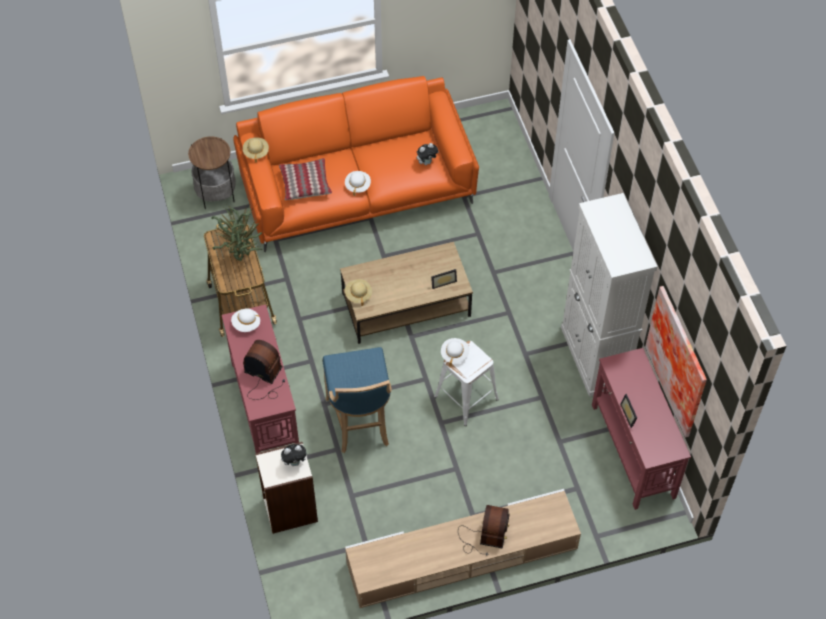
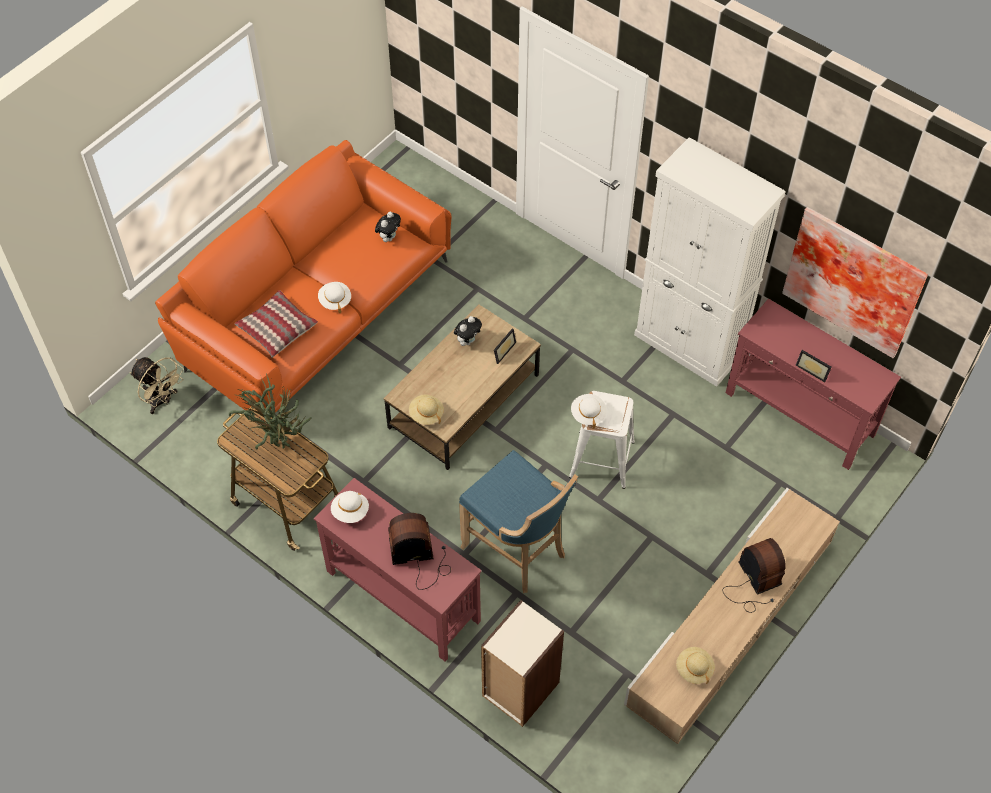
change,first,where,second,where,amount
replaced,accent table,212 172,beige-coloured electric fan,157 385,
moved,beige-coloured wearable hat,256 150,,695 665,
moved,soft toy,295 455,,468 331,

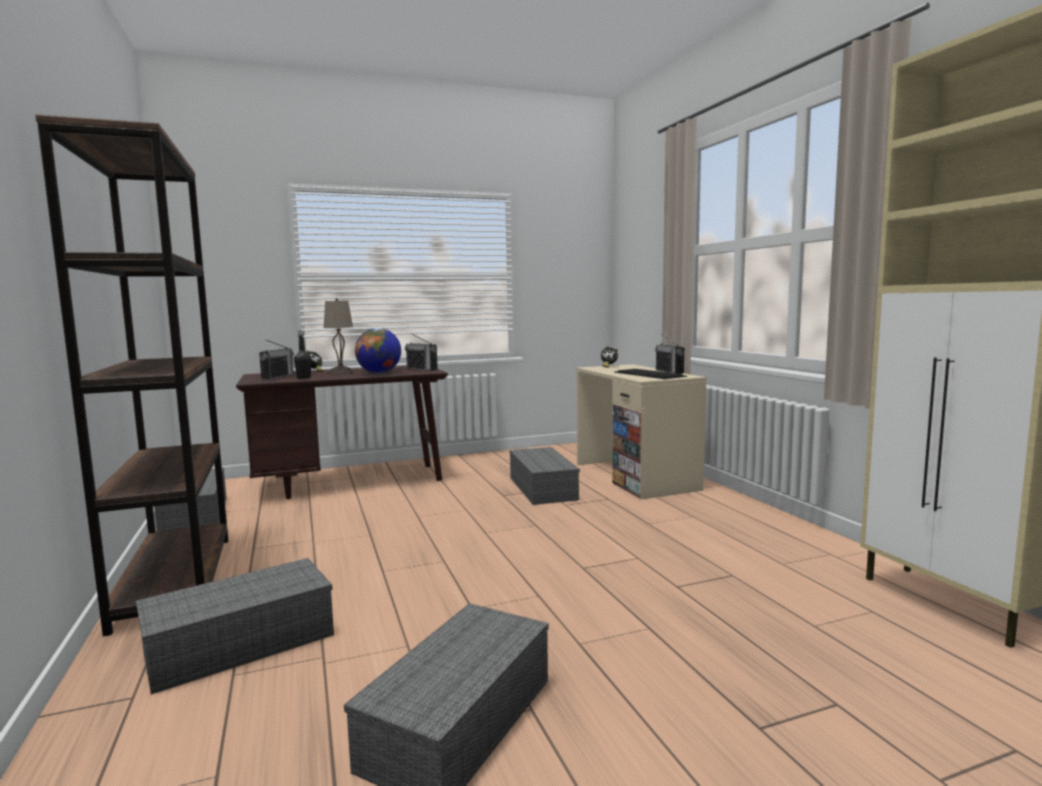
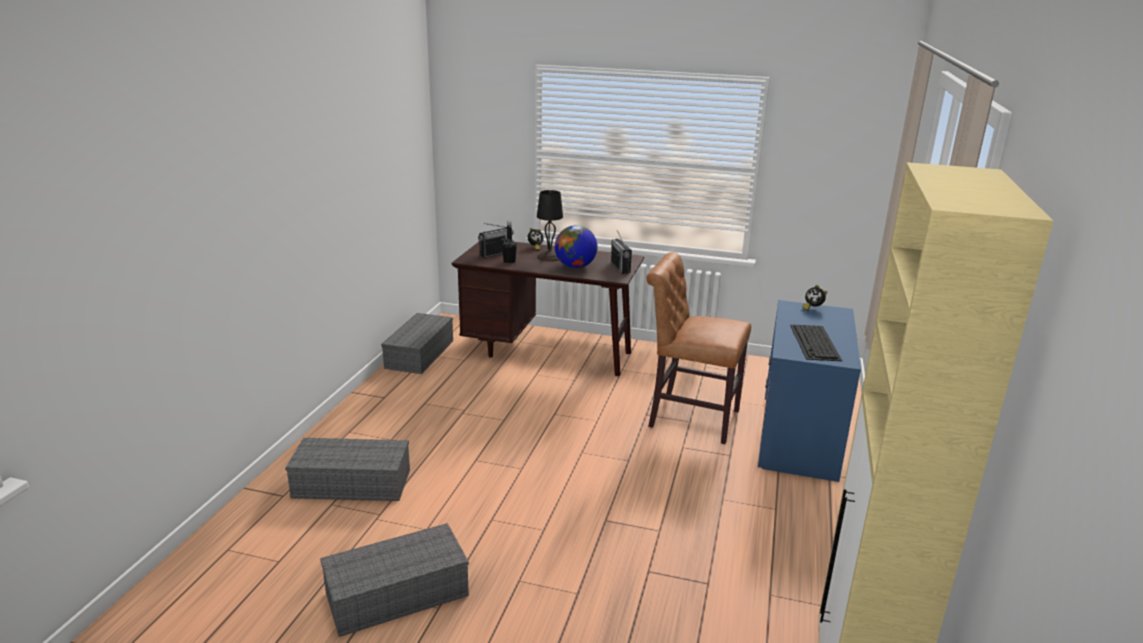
change,first,where,second,where,amount
removed,brown bookshelf,131 375,,,
recoloured,beige-coloured table lamp,339 336,black table lamp,550 226,
replaced,grey storage box,545 476,brown chair,698 348,
recoloured,beige-coloured desk table,641 431,blue desk table,809 391,
removed,radio set,669 354,,,

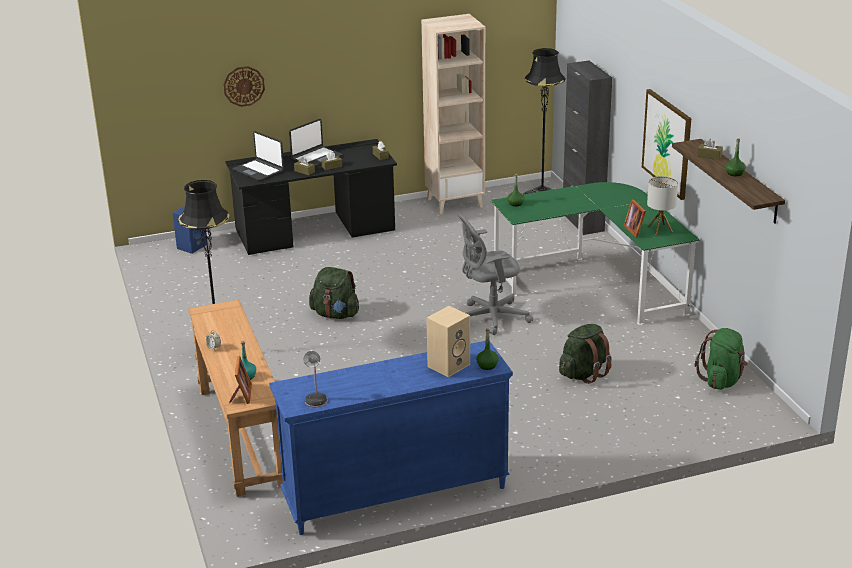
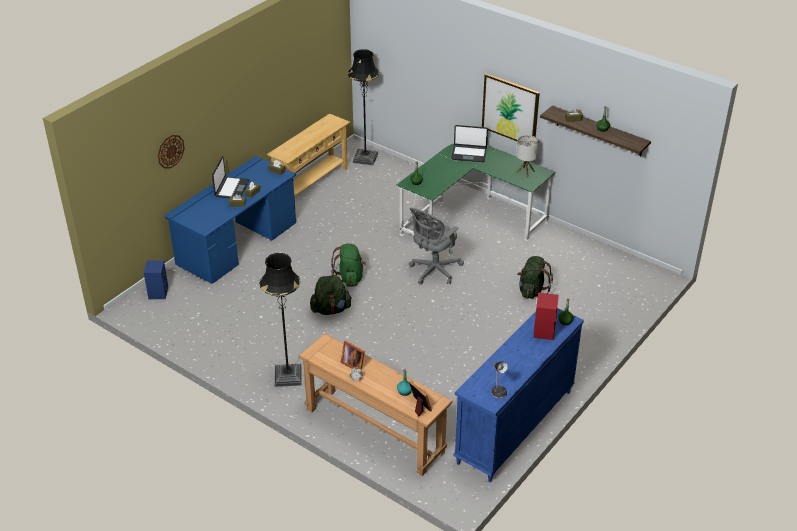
change,first,where,second,where,amount
recoloured,black desk table,311 197,blue desk table,230 220,
moved,notebook computer,258 156,,469 143,
replaced,beige-coloured bookshelf,453 114,beige-coloured console table,308 155,
recoloured,beige-coloured audio speaker,448 341,reddish audio speaker,546 316,
removed,black storage cabinet,587 147,,,
moved,standing frame,635 219,,353 355,
moved,green-coloured rucksack,721 359,,348 265,

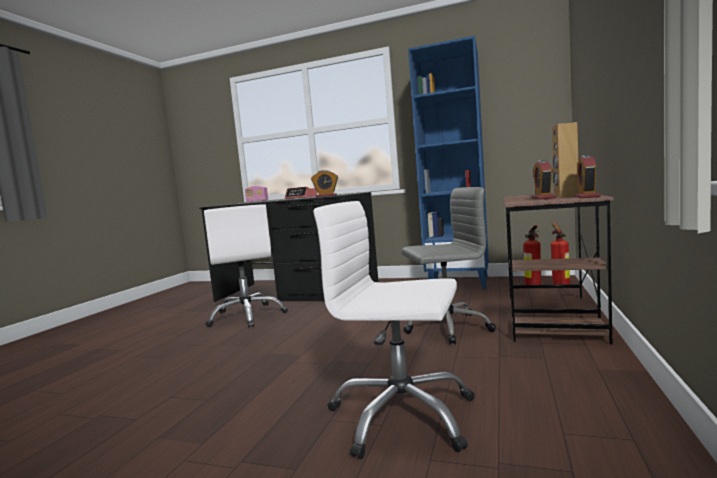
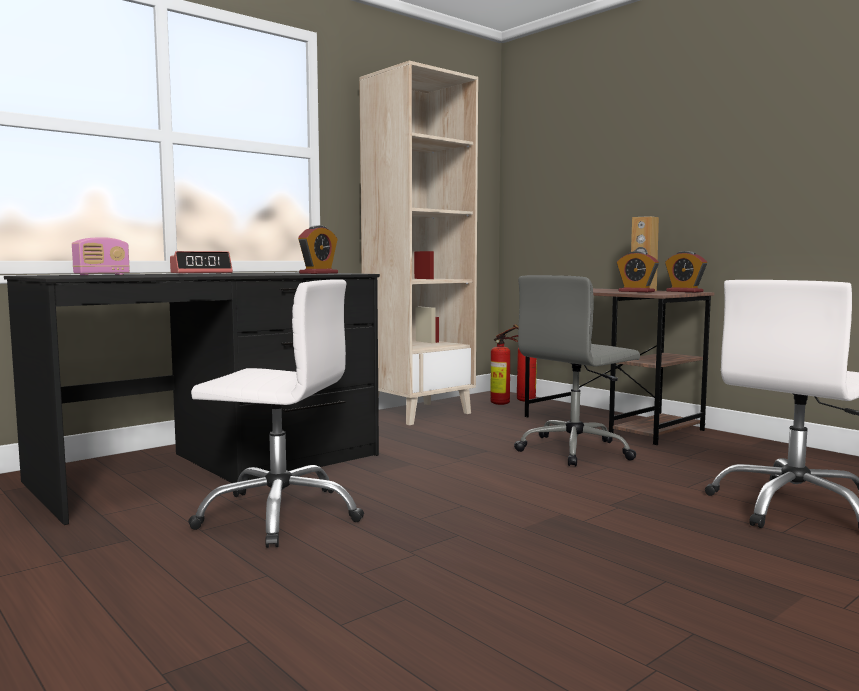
change,first,where,second,where,amount
turned,grey office chair,449 265,,577 370,150 degrees counterclockwise
recoloured,blue bookshelf,448 162,beige-coloured bookshelf,418 243,

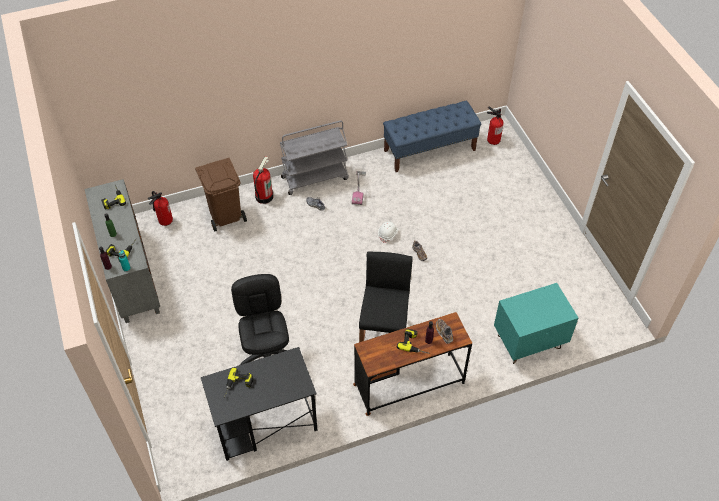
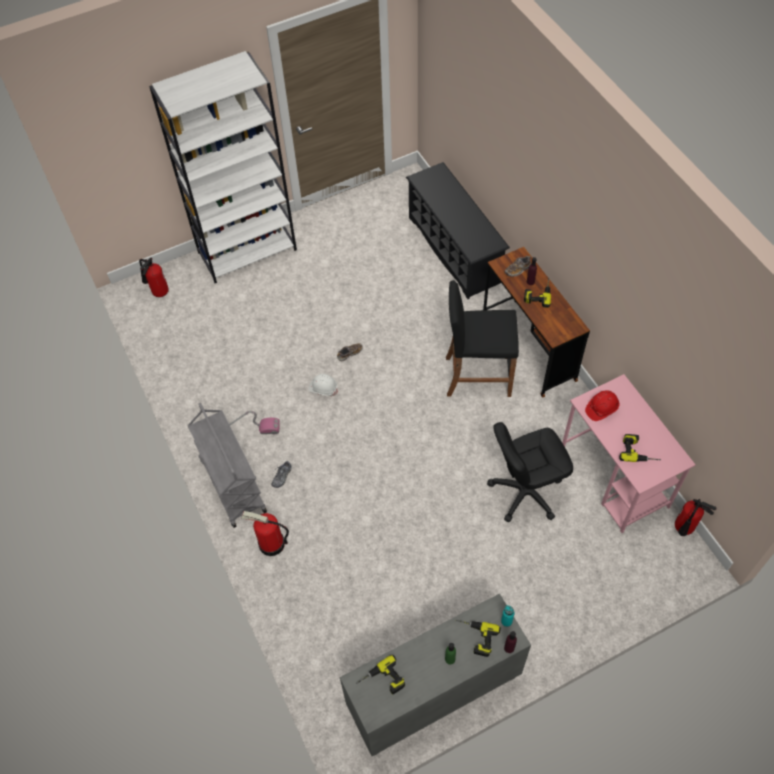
change,first,where,second,where,amount
moved,fire-fighting cylinder,160 208,,696 517,
removed,brown rubbish bin,221 194,,,
recoloured,black desk table,259 404,pinkish desk table,629 453,
removed,blue long seat,432 136,,,
replaced,turquoise nightstand,536 323,black shoe stand,458 230,
added,,,white bookshelf,223 167,
added,,,reddish hard hat,602 405,

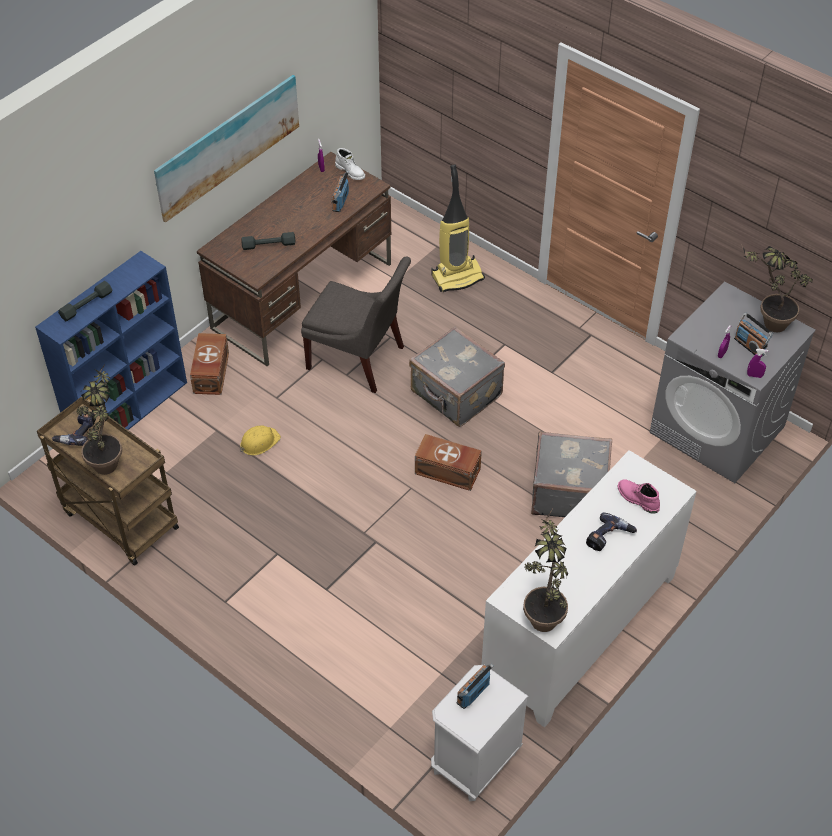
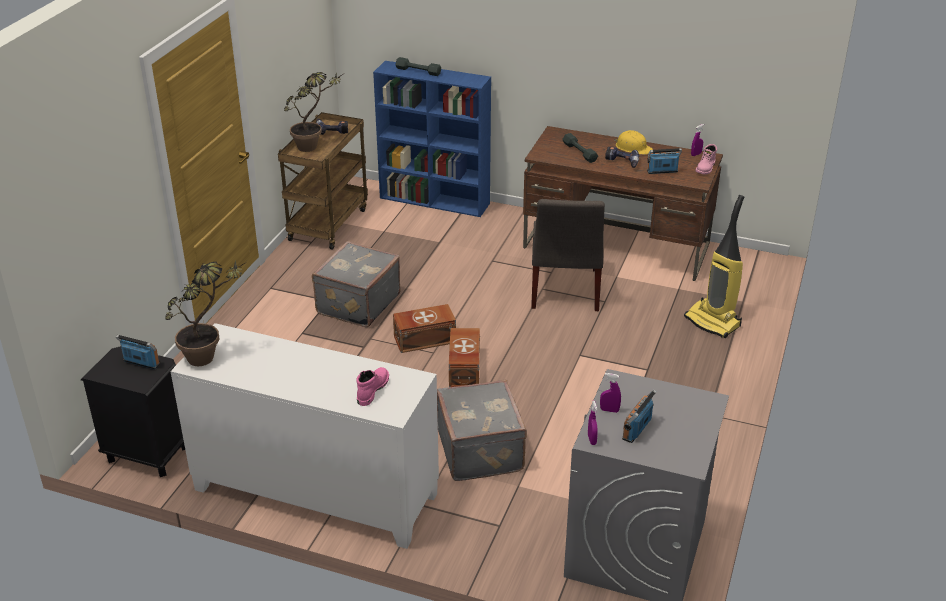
change,first,where,second,where,amount
removed,wall art,226 149,,,
moved,brown storage box,209 364,,424 328,
moved,yellowish hard hat,260 440,,633 142,
recoloured,white high-top boot,350 164,pinkish high-top boot,706 159,
moved,grey piece of luggage,457 377,,356 284,
recoloured,white nightstand,480 733,black nightstand,133 411,
moved,drill,611 531,,622 157,
removed,plant in a pot,777 288,,,

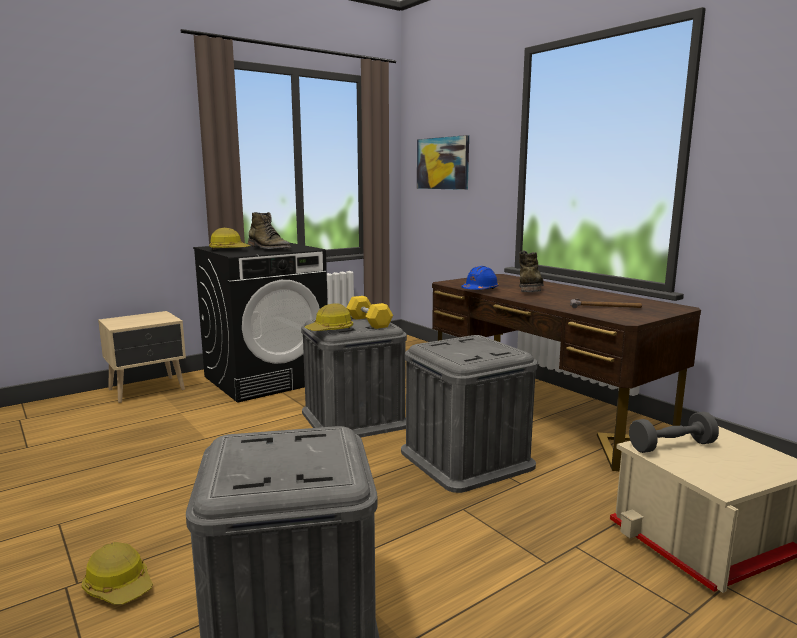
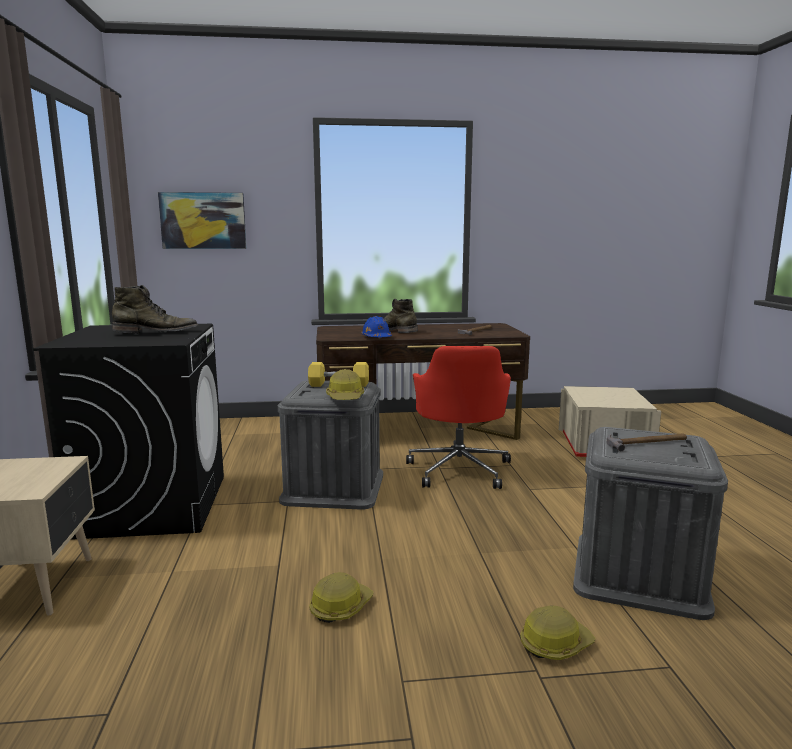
change,first,where,second,where,amount
moved,hard hat,230 239,,341 597,
replaced,grey storage box,469 414,reddish office chair,458 417,
removed,grey free weight,674 432,,,
added,,,tool hammer,647 442,

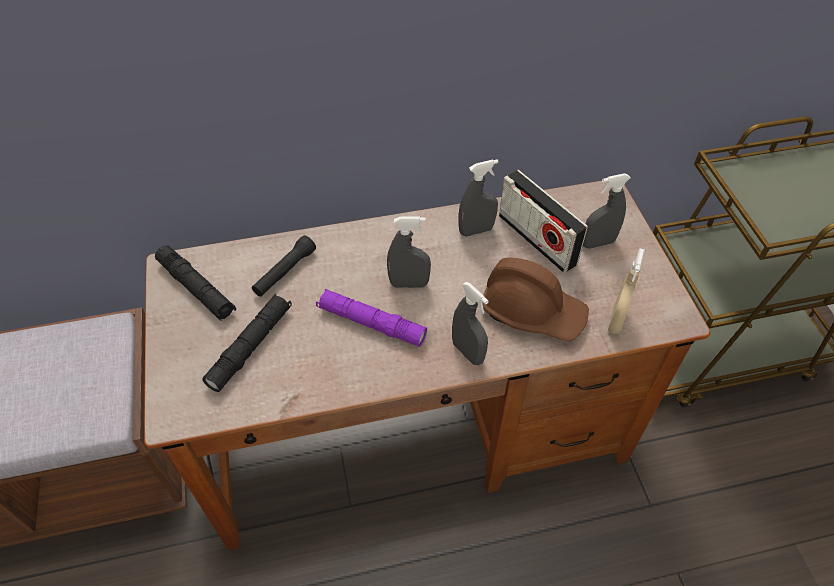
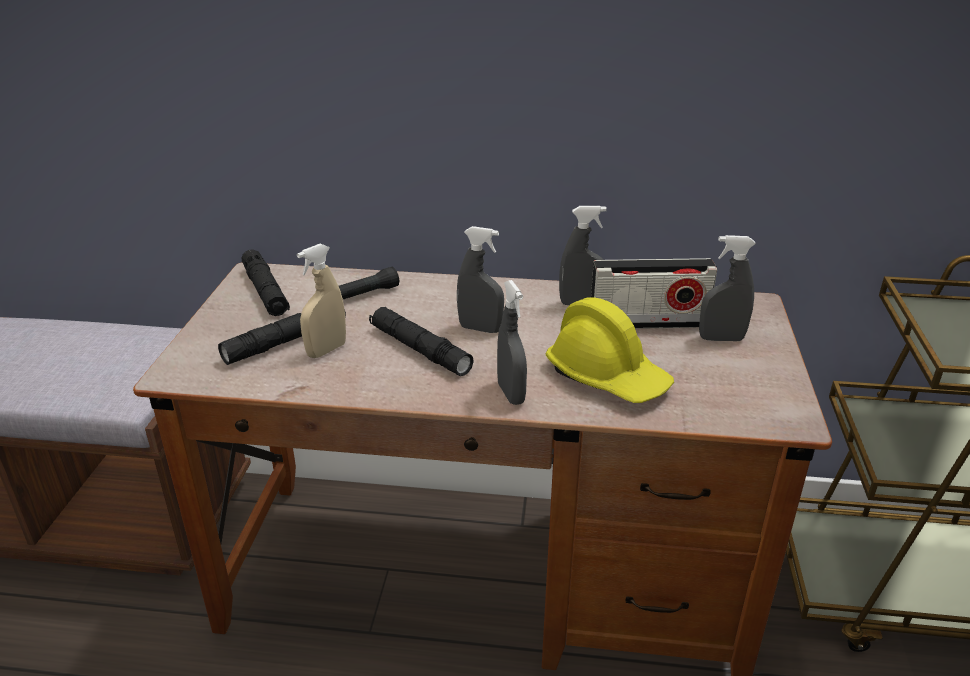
change,first,where,second,where,amount
recoloured,purple-coloured flashlight,371 318,black flashlight,421 341,
recoloured,brown hard hat,535 299,yellowish hard hat,610 350,
turned,radio set,543 221,,654 293,75 degrees counterclockwise
moved,beige-coloured sprayer,626 291,,321 301,

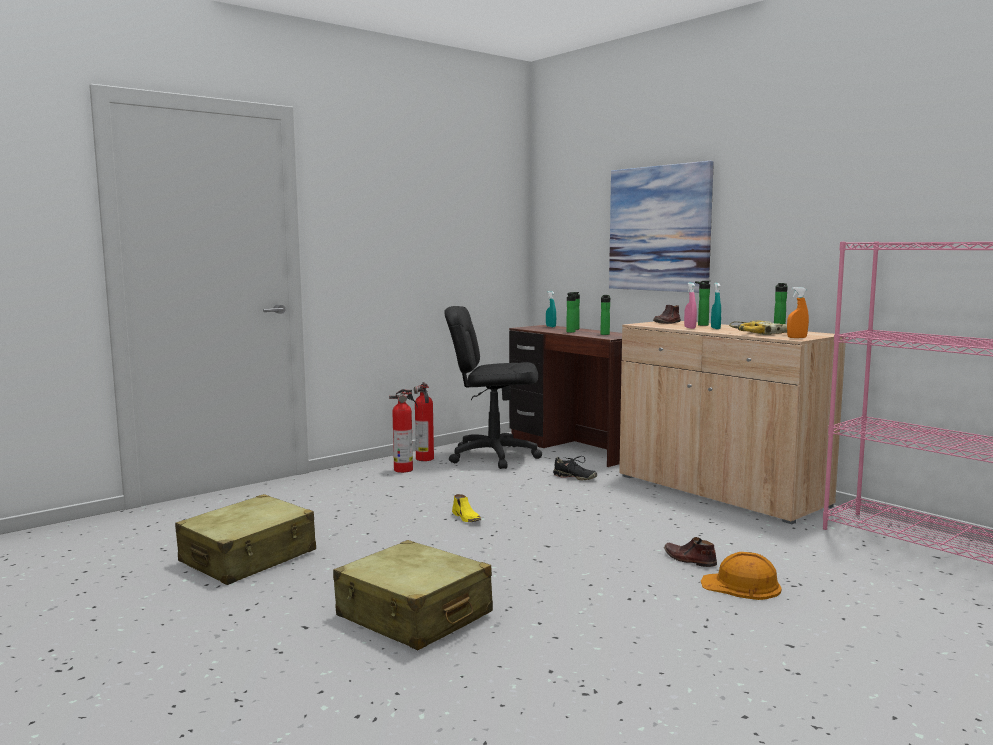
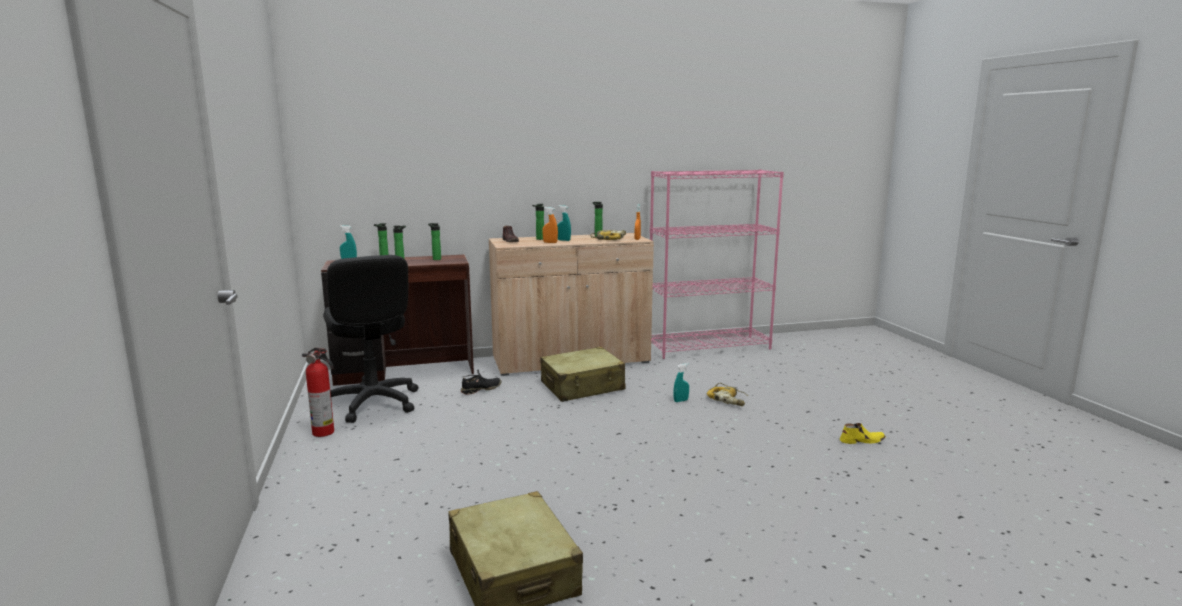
change,first,where,second,where,amount
moved,beige-coloured piece of luggage,413 595,,582 374,
removed,fire-fighting cylinder,403 431,,,
turned,black office chair,493 387,,370 339,60 degrees counterclockwise
moved,yellowish low shoe,466 508,,863 433,
removed,wall art,661 227,,,
replaced,brown low shoe,690 552,turquoise sprayer,681 382,
recoloured,pinkish sprayer,690 306,orangey sprayer,550 225,
replaced,orangey hard hat,741 576,drill,727 394,

